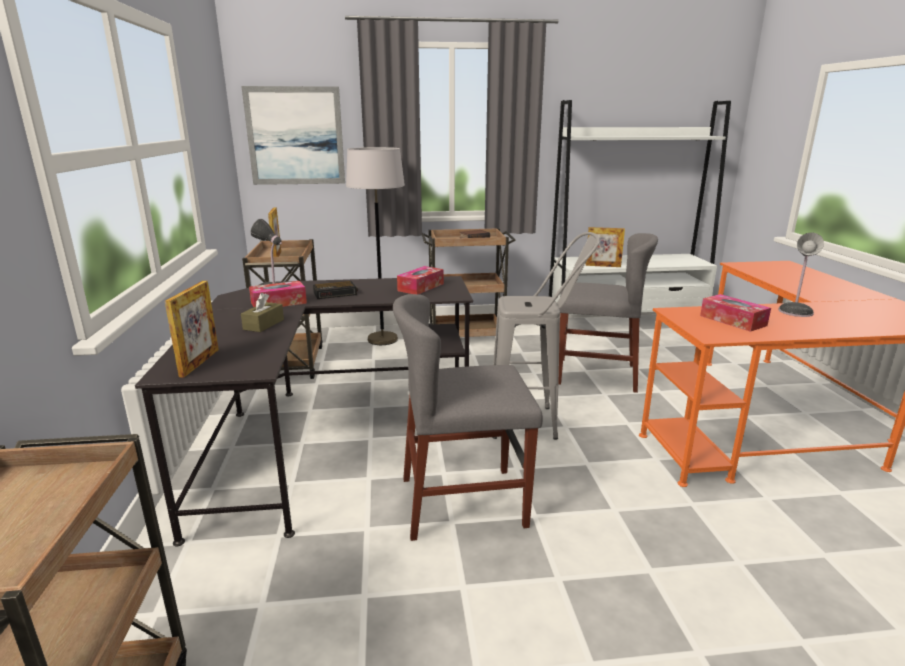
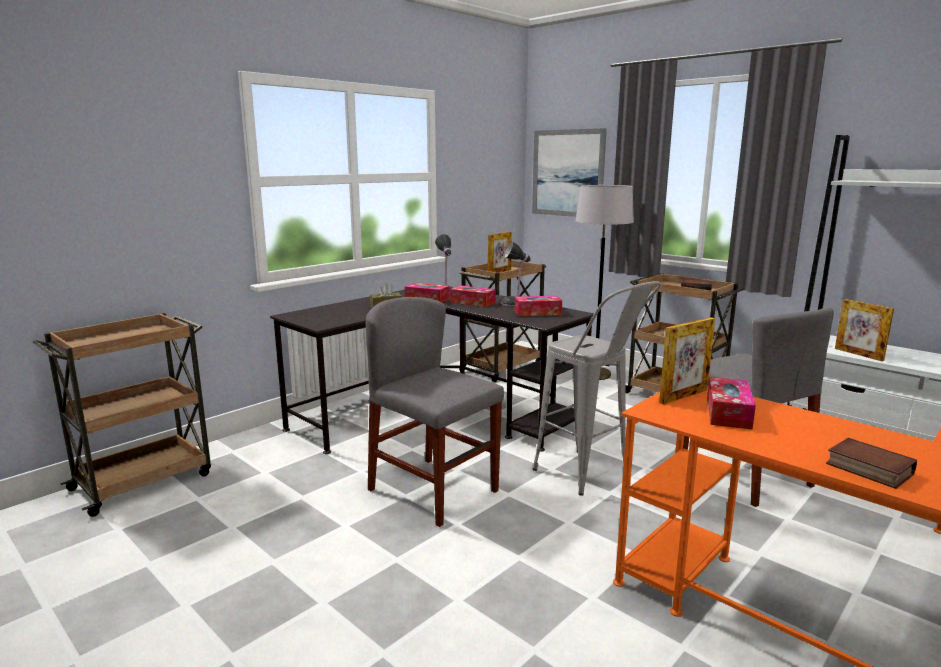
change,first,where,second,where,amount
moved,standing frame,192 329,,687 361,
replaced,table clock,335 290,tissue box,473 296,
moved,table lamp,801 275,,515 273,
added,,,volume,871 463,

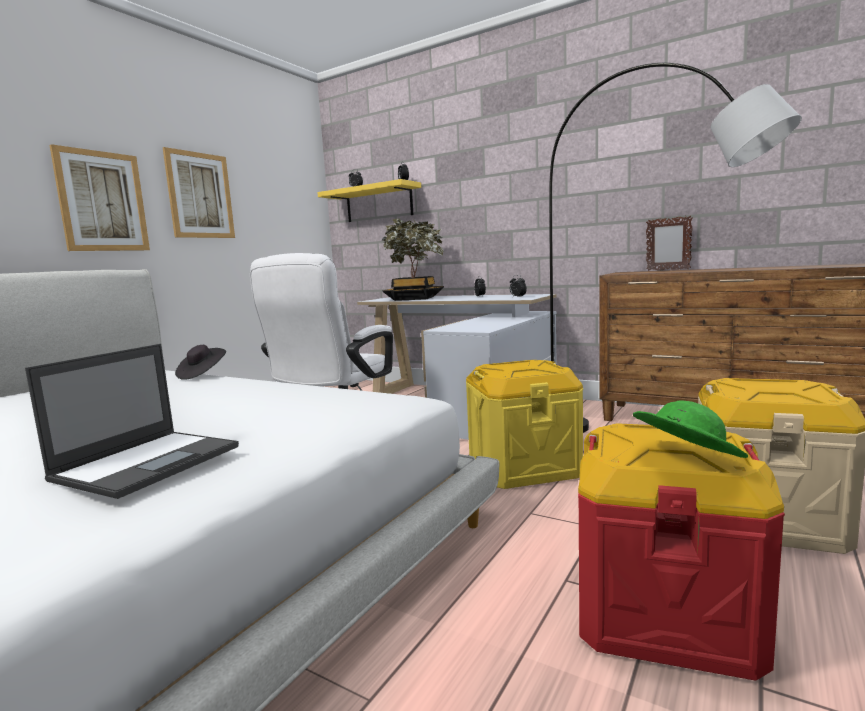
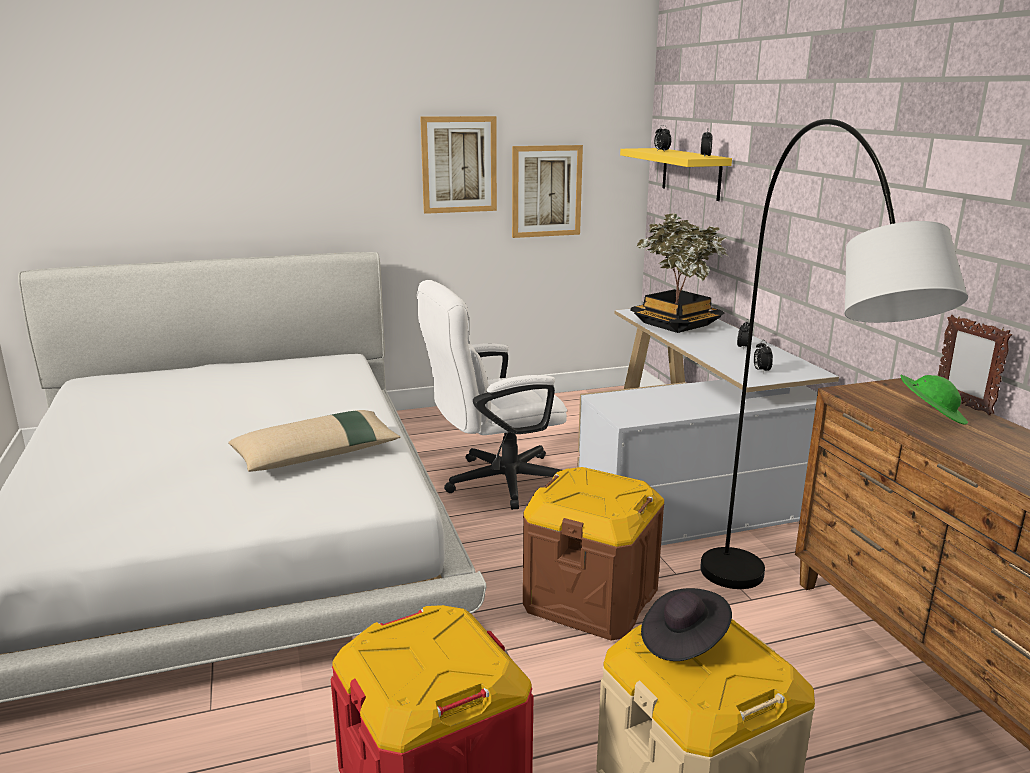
change,first,where,second,where,amount
removed,notebook computer,132 421,,,
moved,wall art,100 197,,547 191,
moved,black wearable hat,200 362,,686 624,
recoloured,yellowish storage box,524 424,brown storage box,594 554,
moved,green-coloured wearable hat,690 429,,934 400,
added,,,beige-coloured pillow,314 441,

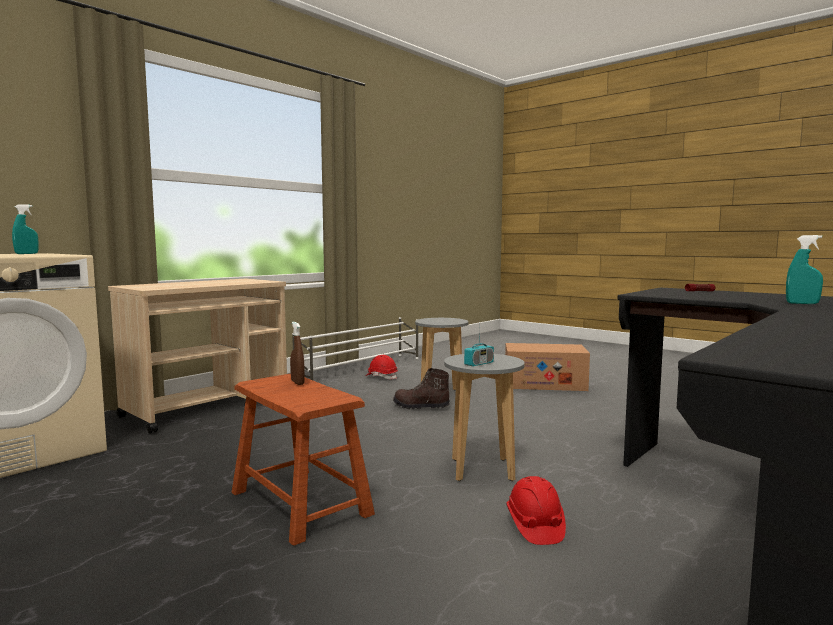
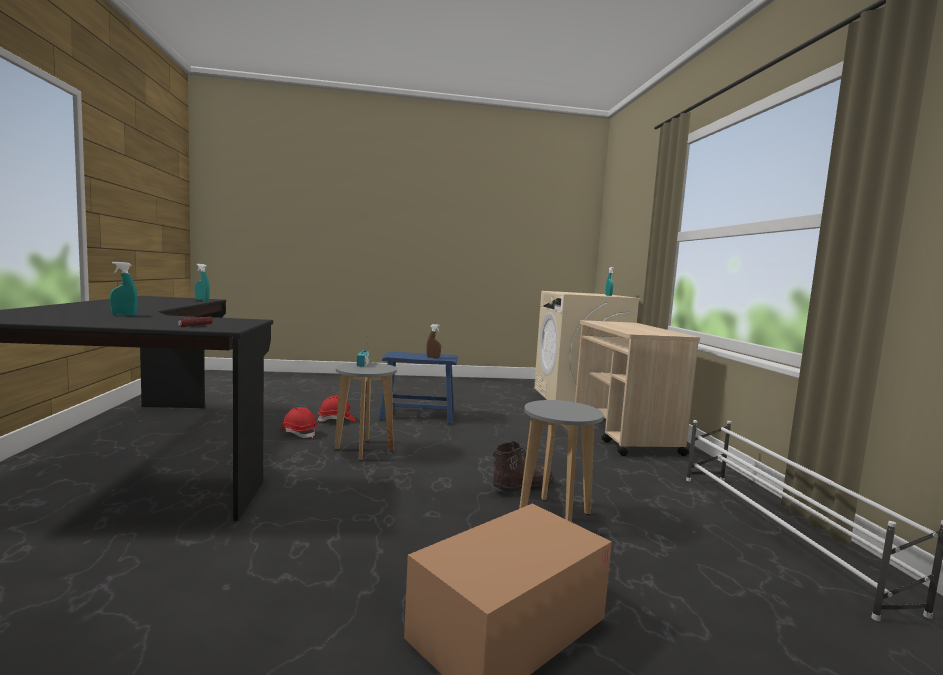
change,first,where,second,where,amount
recoloured,brown stool seat,303 460,blue stool seat,418 387,
moved,reddish hard hat,381 367,,336 409,
added,,,turquoise sprayer,202 282,

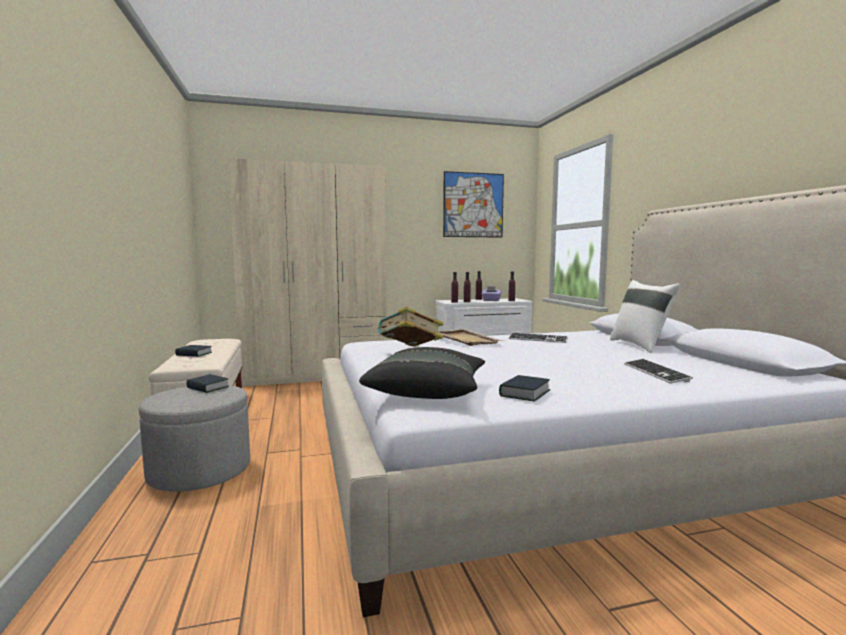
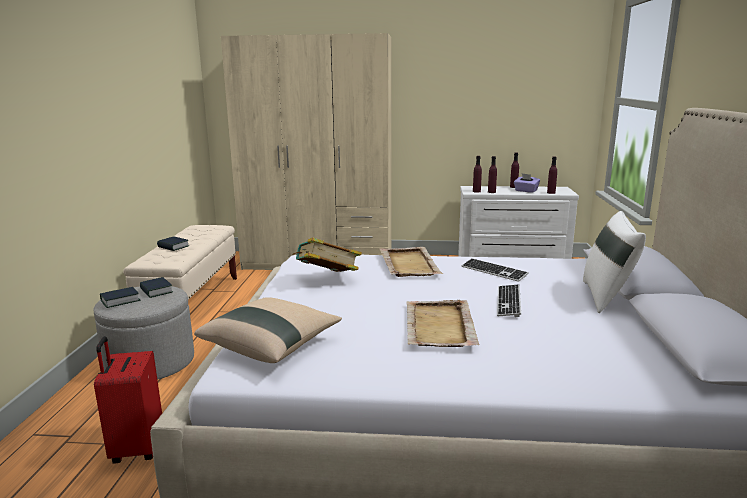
change,first,where,second,where,amount
recoloured,black pillow,422 373,beige-coloured pillow,268 330,
removed,wall art,473 204,,,
moved,volume,524 388,,120 297,
moved,computer keyboard,658 371,,509 301,
added,,,reddish piece of luggage,128 400,
added,,,beige-coloured serving tray,442 323,

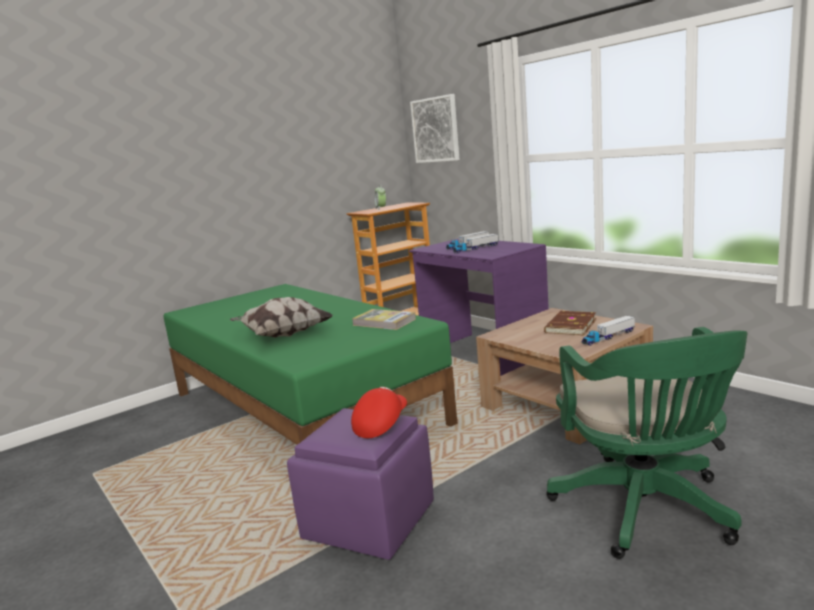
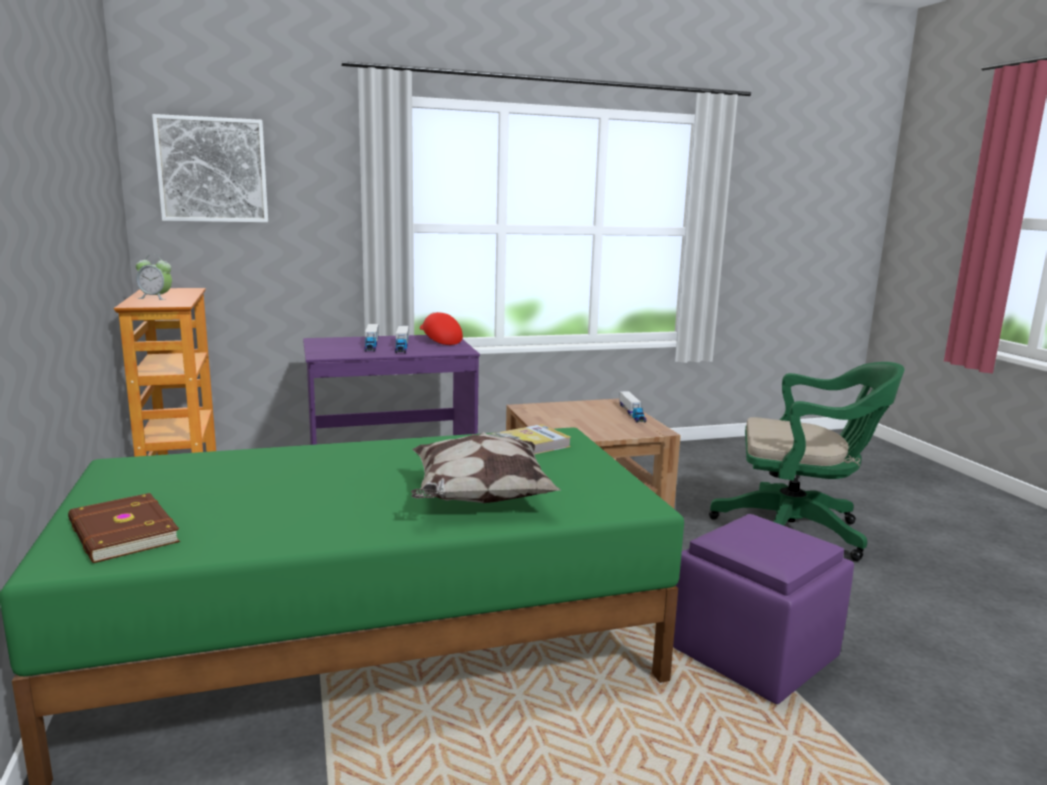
change,first,where,second,where,amount
moved,reddish peaked cap,379 412,,441 328,
moved,brown volume,570 323,,124 528,

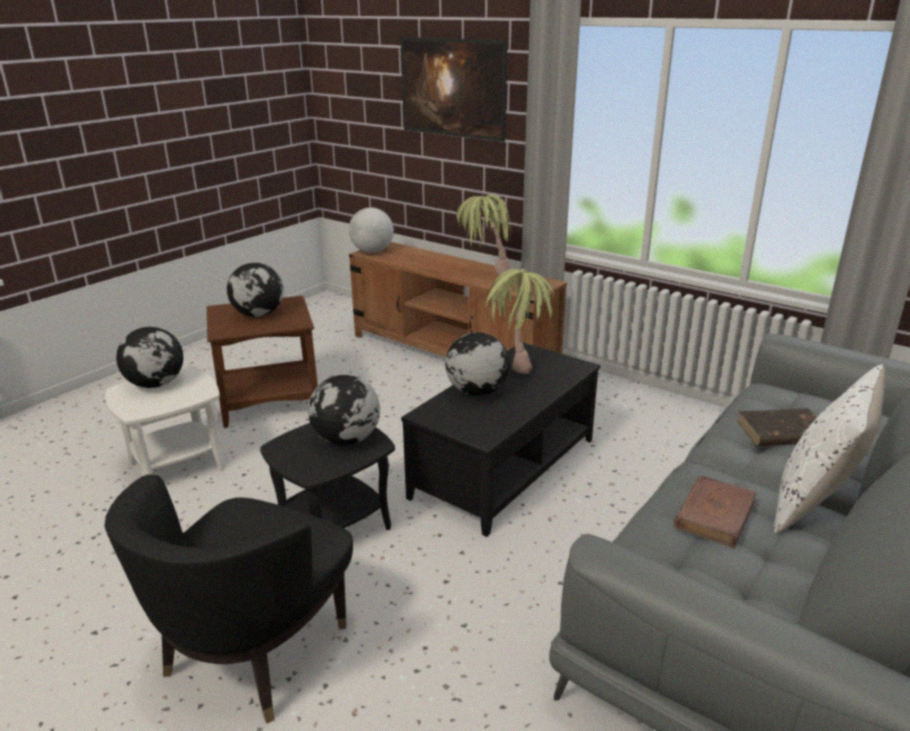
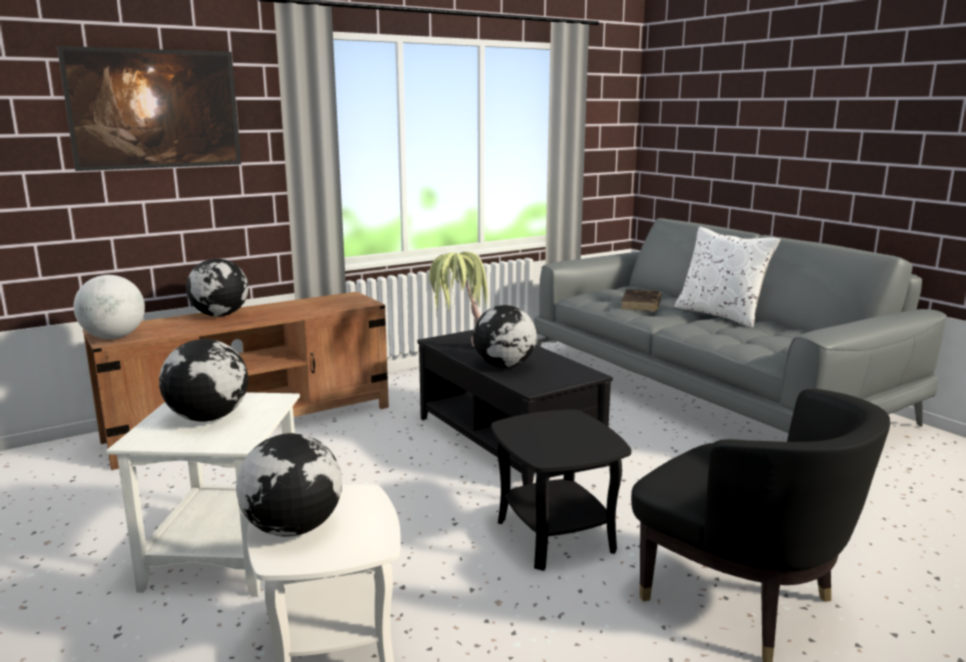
change,first,where,second,where,amount
recoloured,brown accent table,262 362,white accent table,203 494,
moved,desk globe,344 410,,217 287,
removed,plant in a pot,483 234,,,
removed,brown volume,715 512,,,

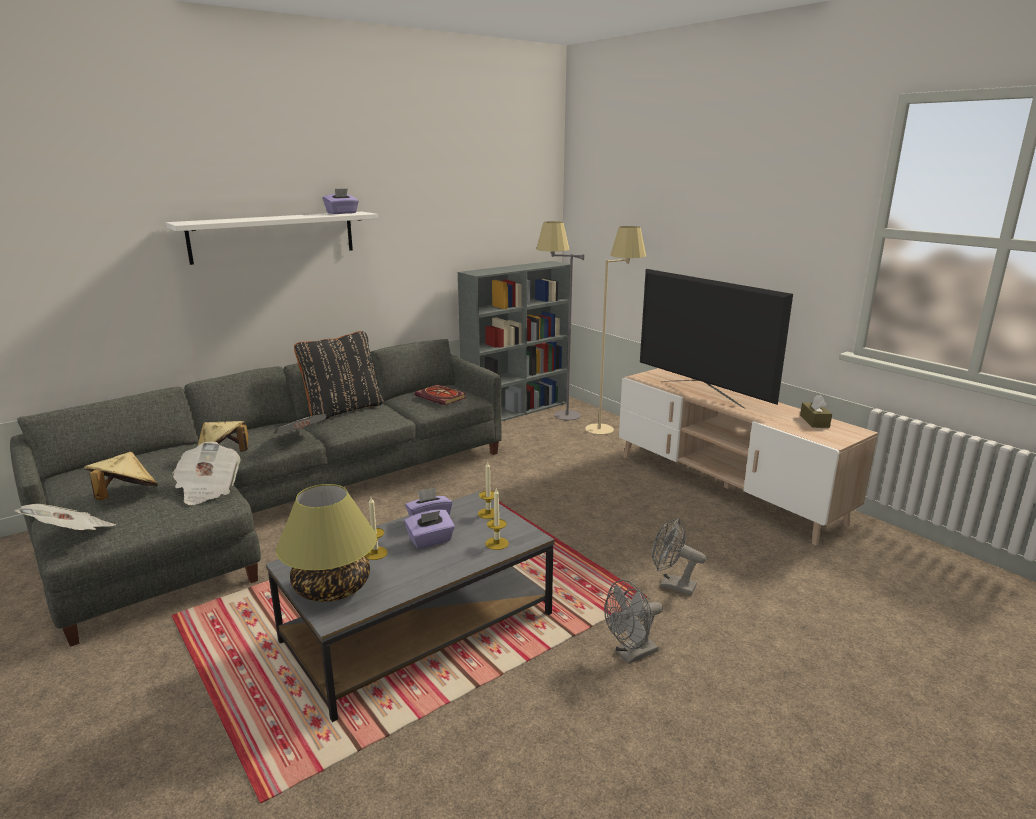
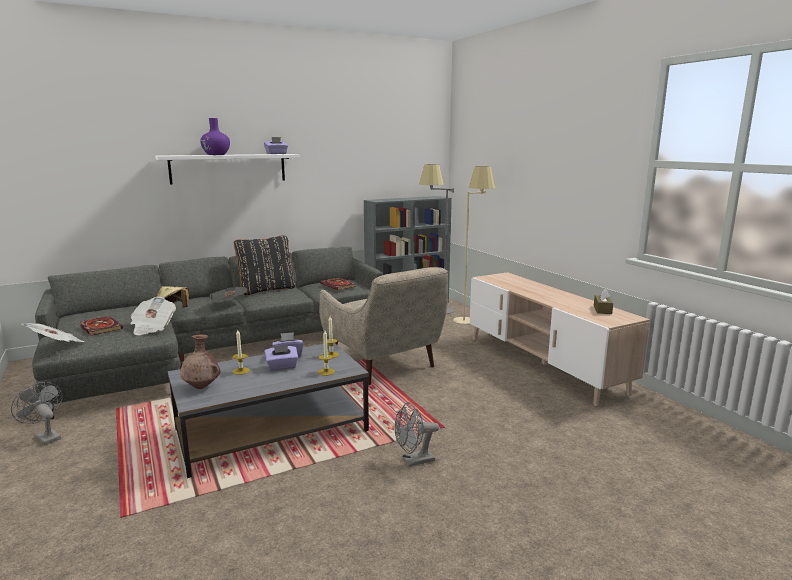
change,first,where,second,where,amount
replaced,beige-coloured wearable hat,121 476,volume,101 326,
replaced,table lamp,326 543,brown decorative vase,200 361,
removed,television,716 338,,,
moved,grey electric fan,679 556,,36 413,
added,,,purple-coloured decorative vase,215 136,
added,,,beige-coloured lounge chair,383 326,

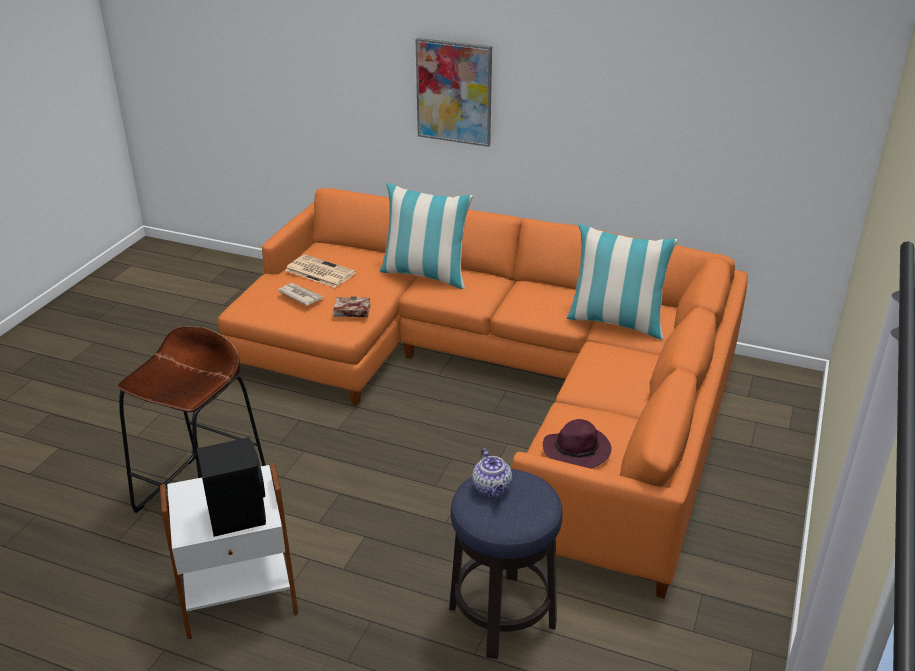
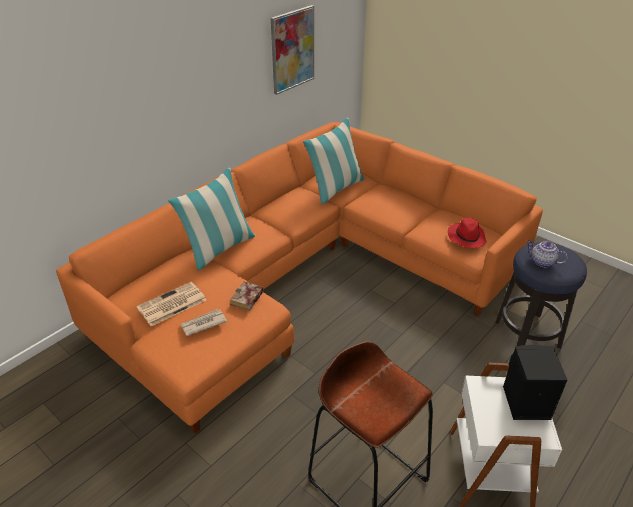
change,first,where,second,where,amount
moved,wall art,453 92,,292 50,
turned,tea pot,492 473,,547 253,150 degrees counterclockwise
recoloured,purple-coloured wearable hat,577 444,reddish wearable hat,467 233,

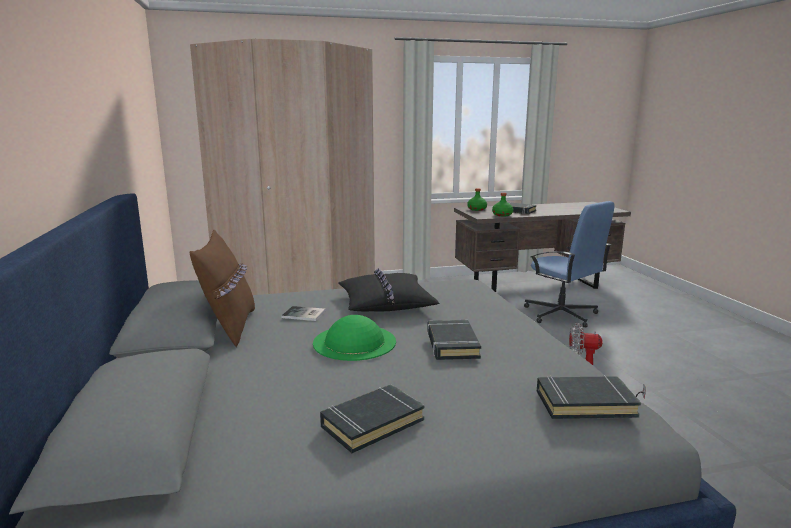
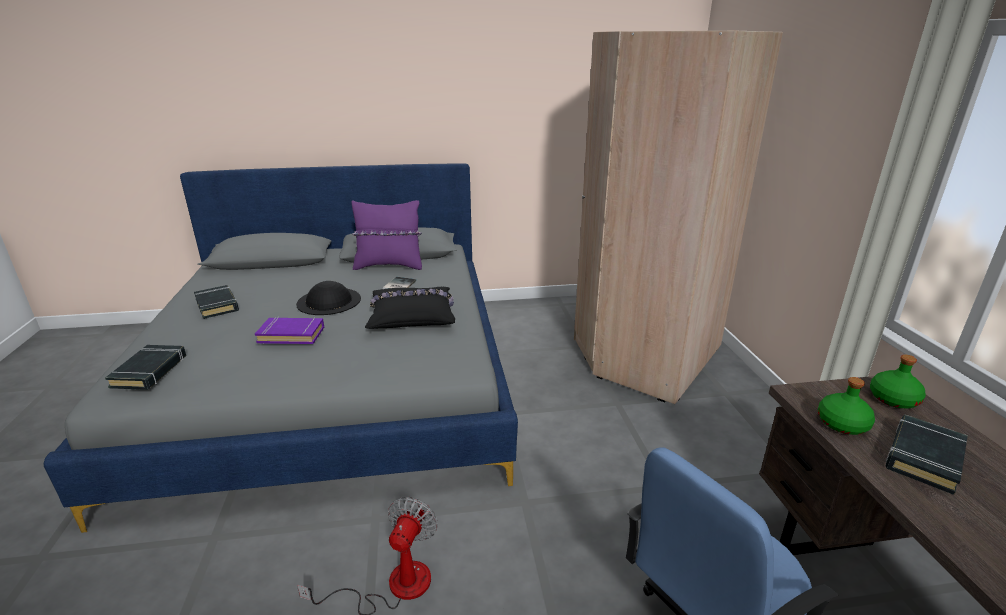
change,first,where,second,where,amount
recoloured,brown pillow,222 288,purple-coloured pillow,387 235,
recoloured,green-coloured wearable hat,354 338,black wearable hat,328 298,
recoloured,black volume,454 340,purple-coloured volume,289 330,

